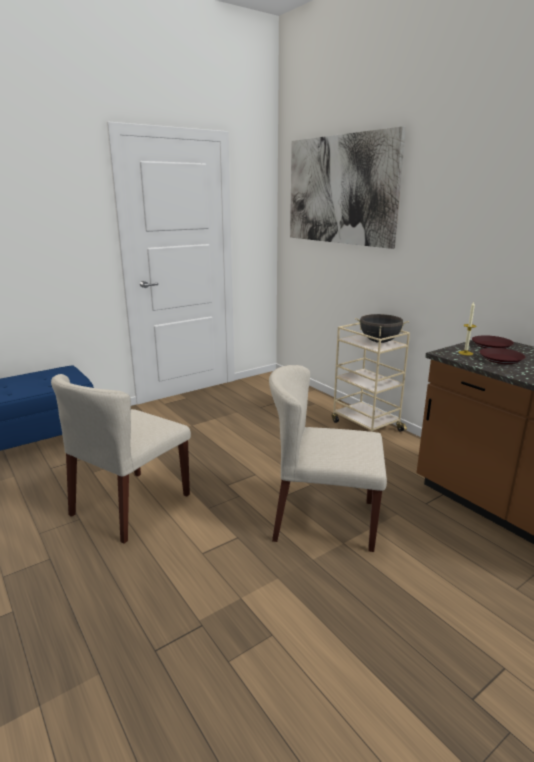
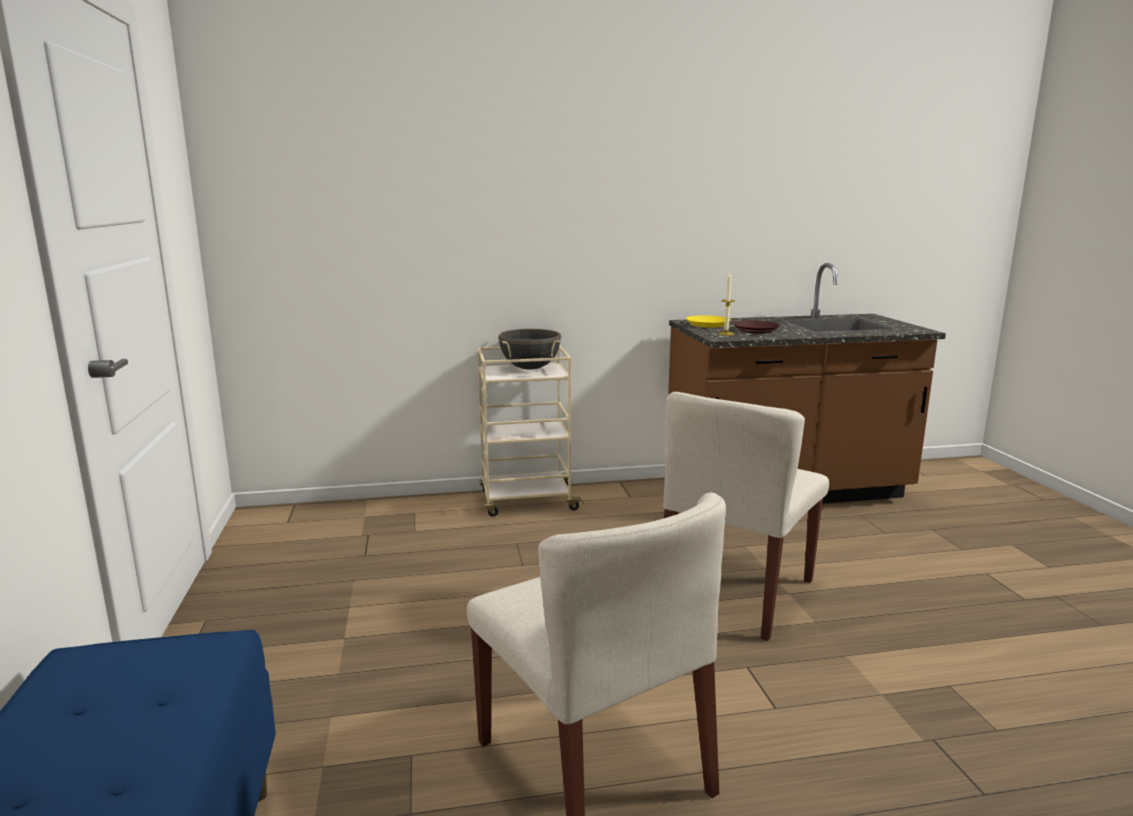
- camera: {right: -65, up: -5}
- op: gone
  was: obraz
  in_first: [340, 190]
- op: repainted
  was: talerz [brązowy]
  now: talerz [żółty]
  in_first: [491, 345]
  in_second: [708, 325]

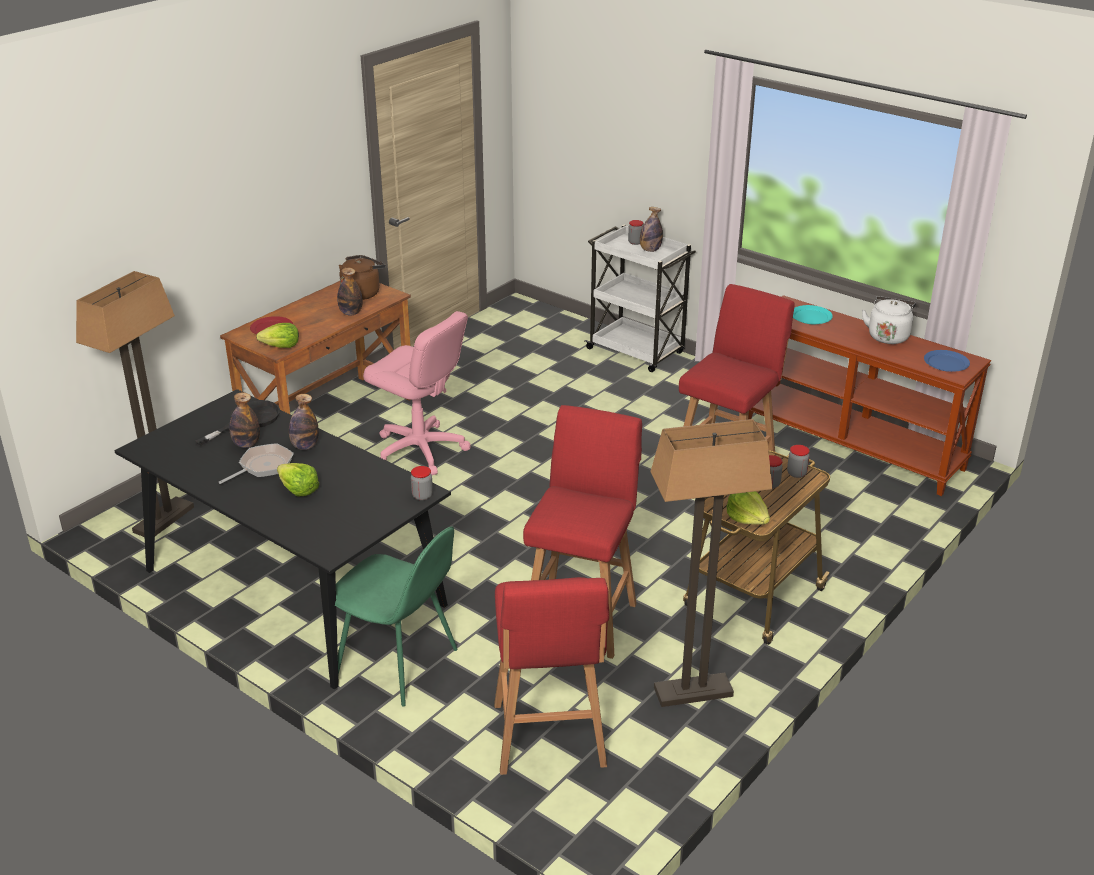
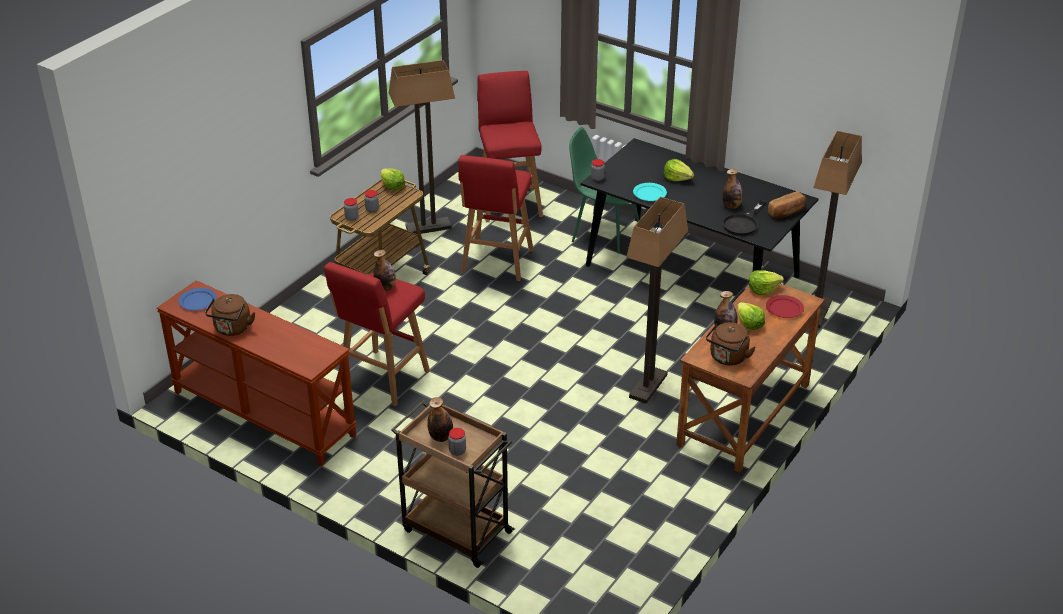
- camera: {right: 175, up: 5}
- op: gone
  was: patelnia
  in_first: [263, 466]
- op: shifted
  was: butelka
  in_first: [305, 446]
  in_second: [385, 288]
- op: swapped
  was: krzesło biurowe [różowy]
  now: lampa stojąca
  in_first: [419, 450]
  in_second: [648, 386]
- op: repainted
  was: wózek [biały]
  now: wózek [brązowy]
  in_first: [637, 351]
  in_second: [455, 530]
- op: shifted
  was: talerz [turkusowy]
  in_first: [810, 317]
  in_second: [650, 193]
- op: repainted
  was: czajnik [biały]
  now: czajnik [brązowy]
  in_first: [888, 336]
  in_second: [232, 329]
- op: new
  now: sałata
  in_second: [749, 324]
- op: new
  now: chleb
  in_second: [787, 212]

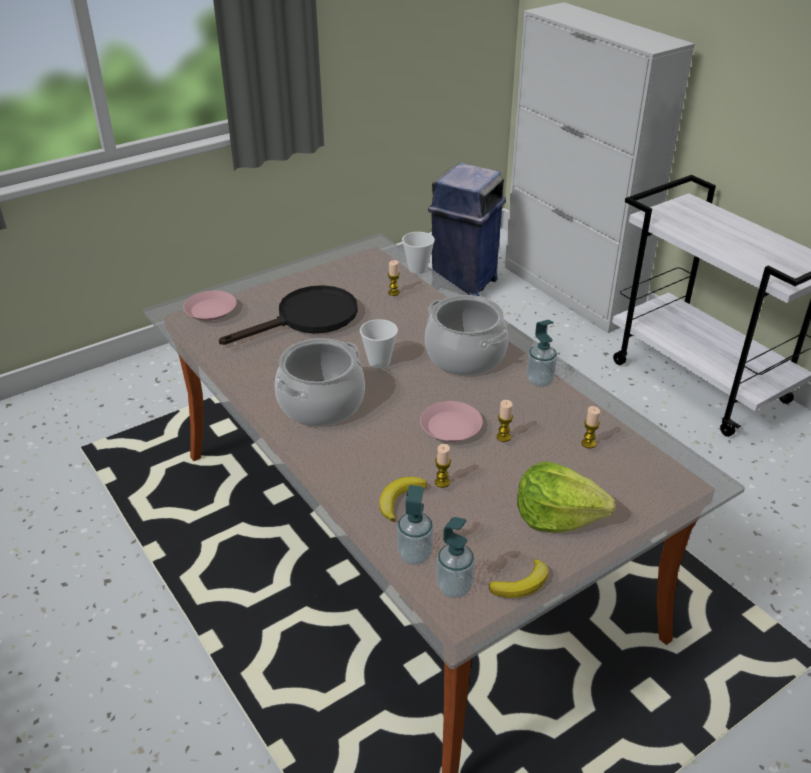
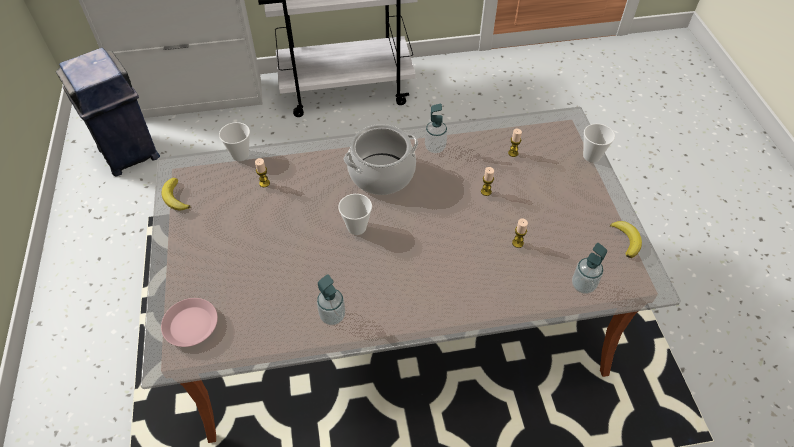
- camera: {right: -65, up: 15}
- op: gone
  was: patelnia [czarny]
  in_first: [307, 319]
- op: gone
  was: garnek
  in_first: [321, 404]
- op: shifted
  was: banan
  in_first: [399, 499]
  in_second: [175, 197]
- op: gone
  was: talerz [różowy]
  in_first: [450, 426]
- op: shifted
  was: dozownik mydła
  in_first: [454, 587]
  in_second: [332, 316]
- op: gone
  was: sałata
  in_first: [557, 516]
- op: new
  now: filiżanka
  in_second: [591, 156]

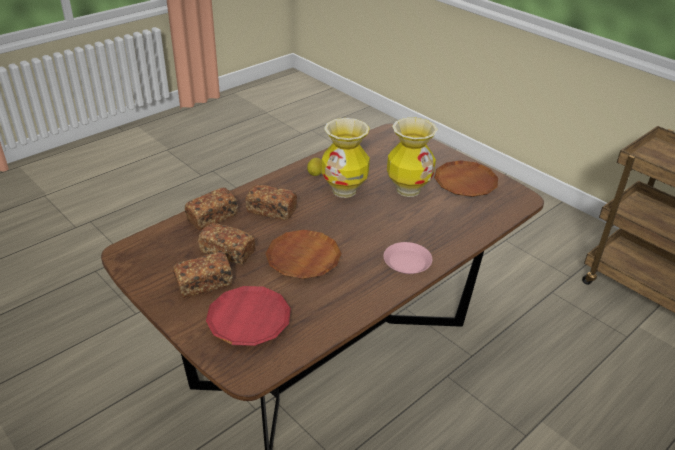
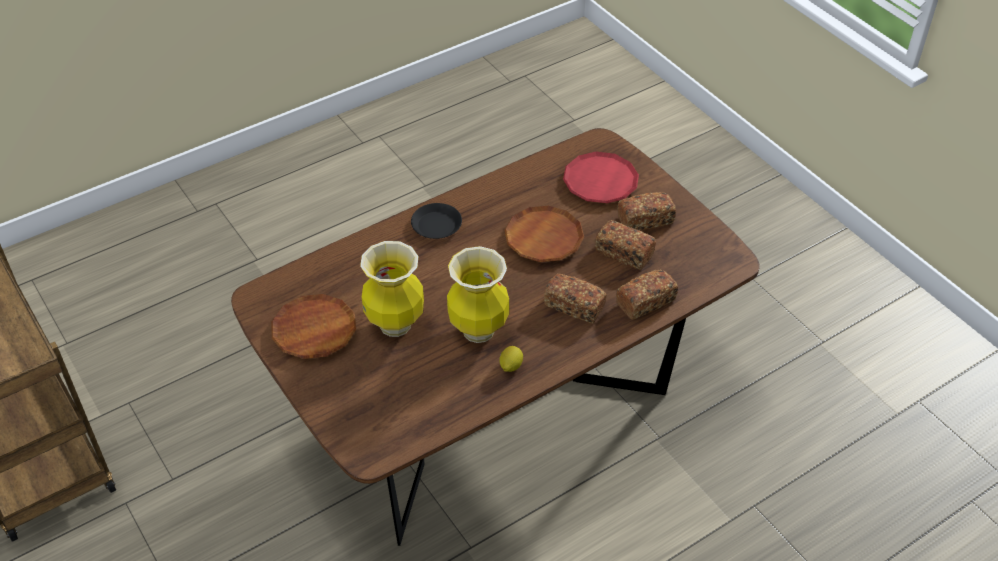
- camera: {right: -170, up: 10}
- op: repainted
  was: talerz [różowy]
  now: talerz [czarny]
  in_first: [407, 262]
  in_second: [437, 225]

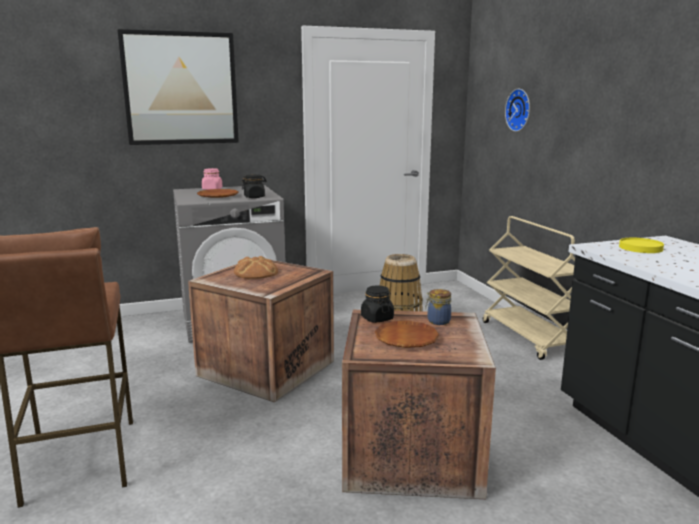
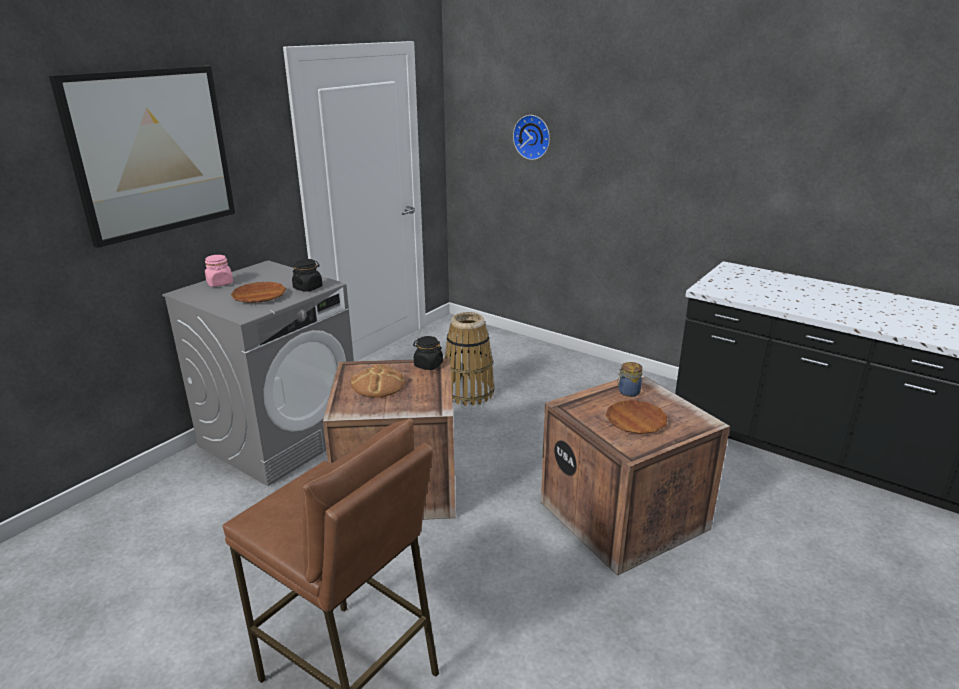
- camera: {right: -35, up: 10}
- op: shifted
  was: słoik [czarny]
  in_first: [377, 318]
  in_second: [428, 365]
- op: gone
  was: wózek [beżowy]
  in_first: [529, 337]
- op: gone
  was: talerz [żółty]
  in_first: [640, 248]

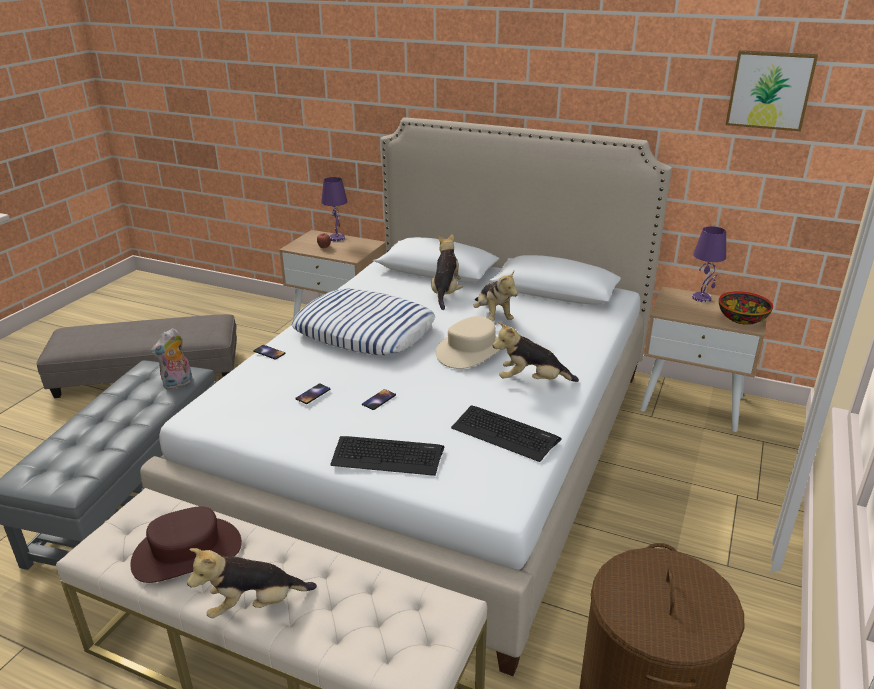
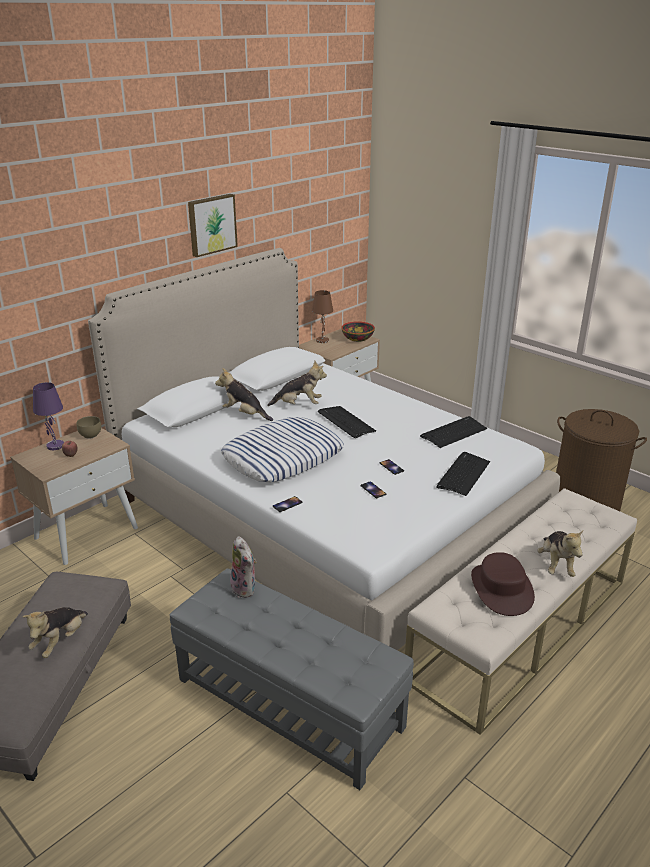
- camera: {right: -70, up: 0}
- op: swapped
  was: kapelusz [beżowy]
  now: klawiatura
  in_first: [471, 351]
  in_second: [346, 422]
- op: shifted
  was: pluszak
  in_first: [531, 381]
  in_second: [60, 641]
- op: repainted
  was: lampa stołowa [fioletowy]
  now: lampa stołowa [brązowy]
  in_first: [702, 298]
  in_second: [322, 340]
- op: shifted
  was: obraz
  in_first: [770, 90]
  in_second: [211, 224]
- op: new
  now: miska [brązowy]
  in_second: [91, 435]

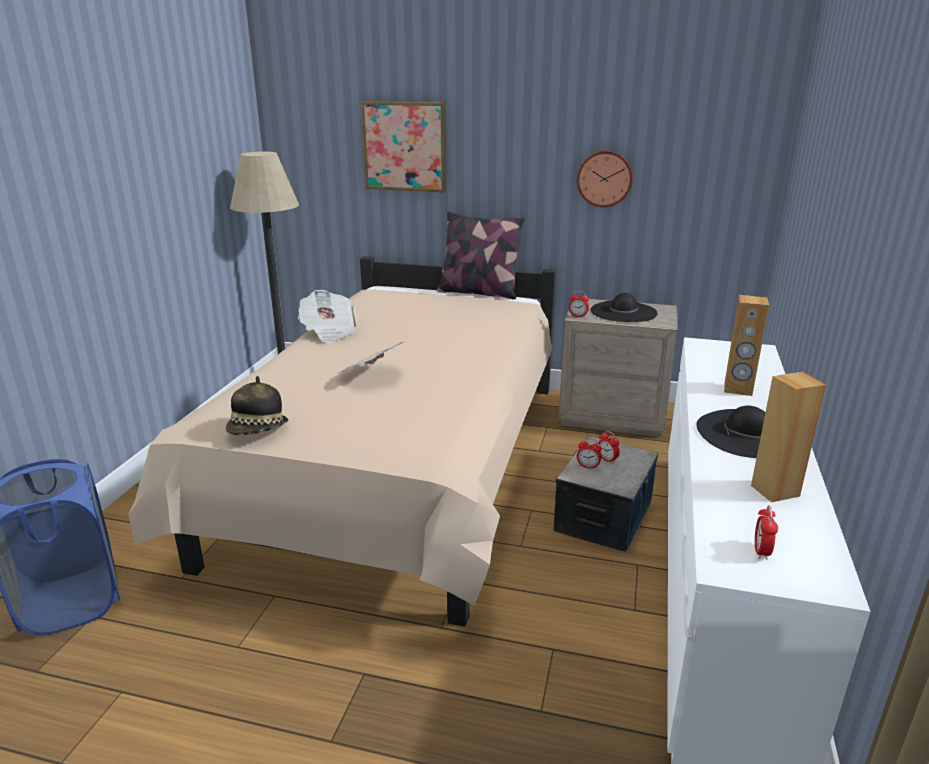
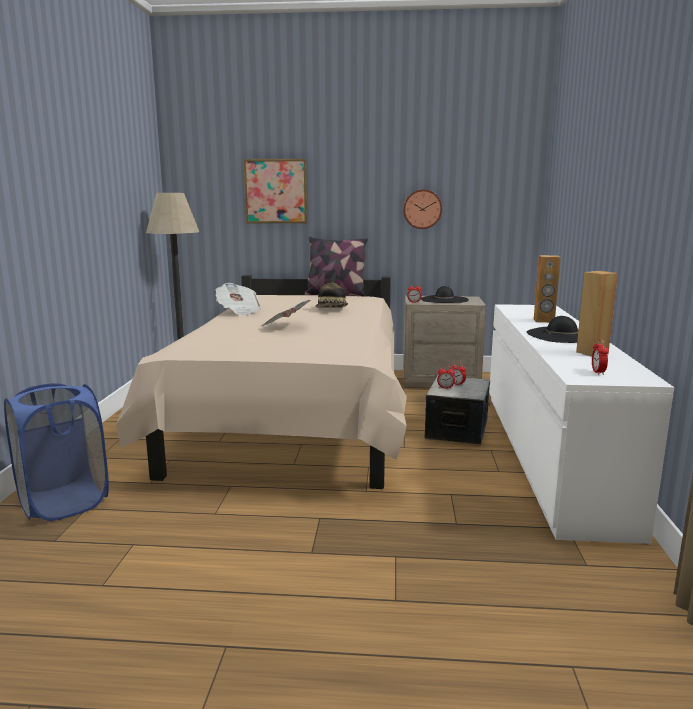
- camera: {right: -10, up: -10}
- op: shifted
  was: kapelusz
  in_first: [258, 431]
  in_second: [332, 310]

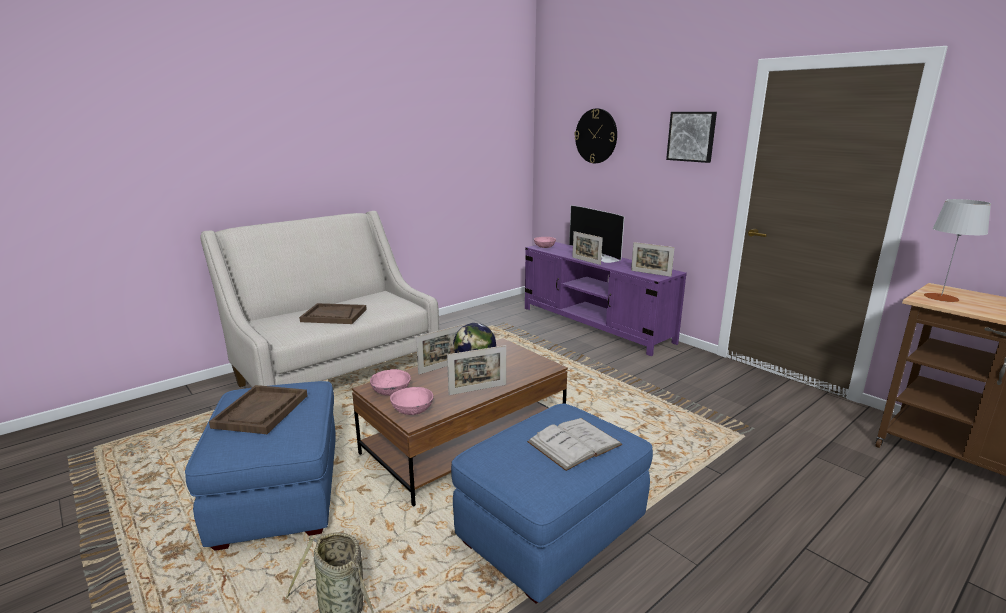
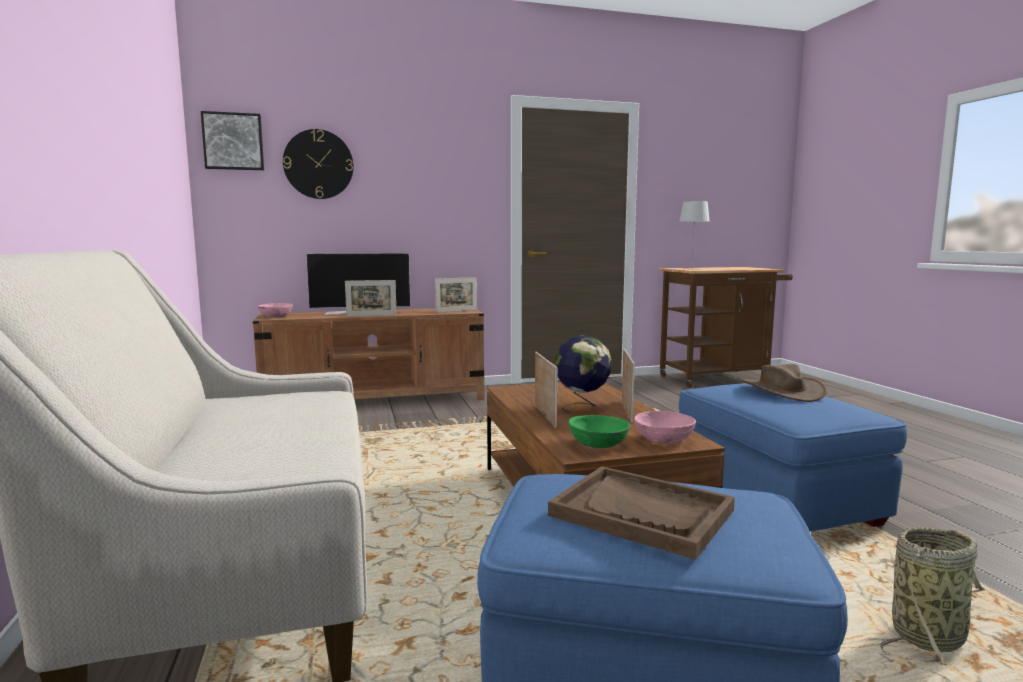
- camera: {right: -65, up: -10}
- op: gone
  was: taca [brązowy]
  in_first: [334, 315]
- op: repainted
  was: miska [różowy]
  now: miska [zielony]
  in_first: [390, 391]
  in_second: [598, 444]
- op: repainted
  was: szafka pod telewizor [fioletowy]
  now: szafka pod telewizor [brązowy]
  in_first: [595, 325]
  in_second: [376, 400]
- op: swapped
  was: książka [biały]
  now: kapelusz [brązowy]
  in_first: [574, 443]
  in_second: [781, 390]
- op: shifted
  was: obraz
  in_first: [692, 136]
  in_second: [233, 141]

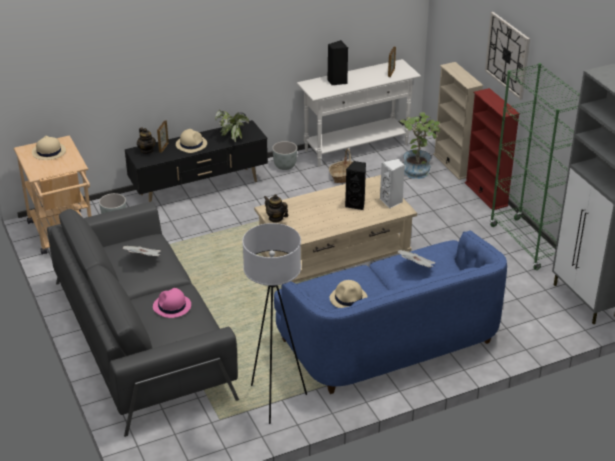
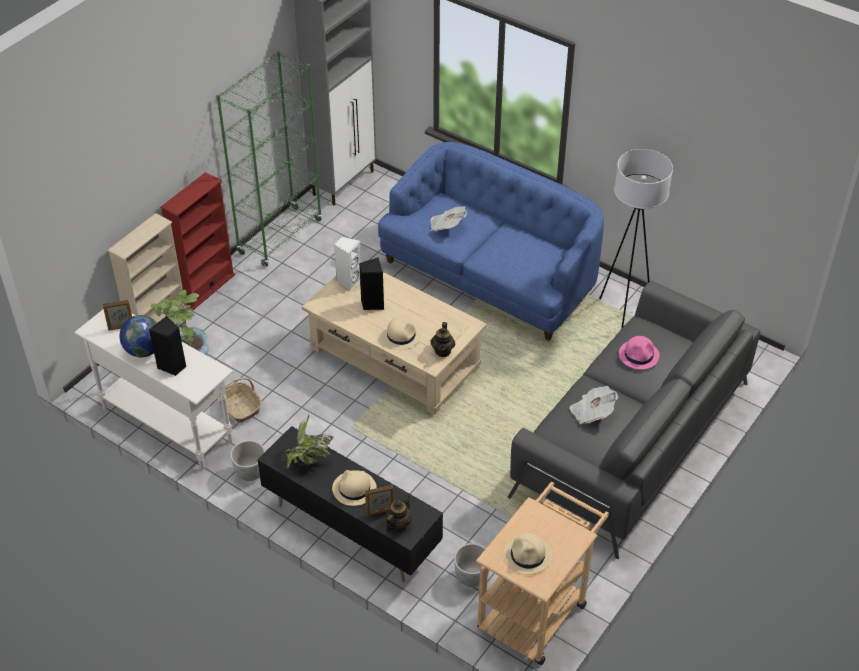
- camera: {right: -120, up: 10}
- op: shifted
  was: kapelusz [beżowy]
  in_first: [348, 298]
  in_second: [401, 335]
- op: gone
  was: zegar ścienny
  in_first: [507, 55]
- op: new
  now: globus
  in_second: [144, 350]

